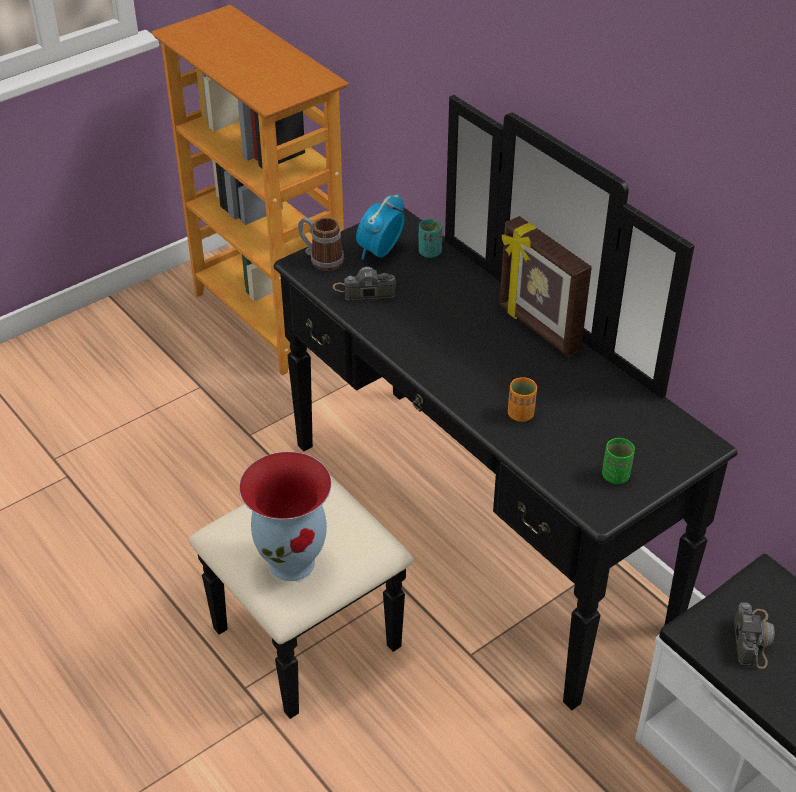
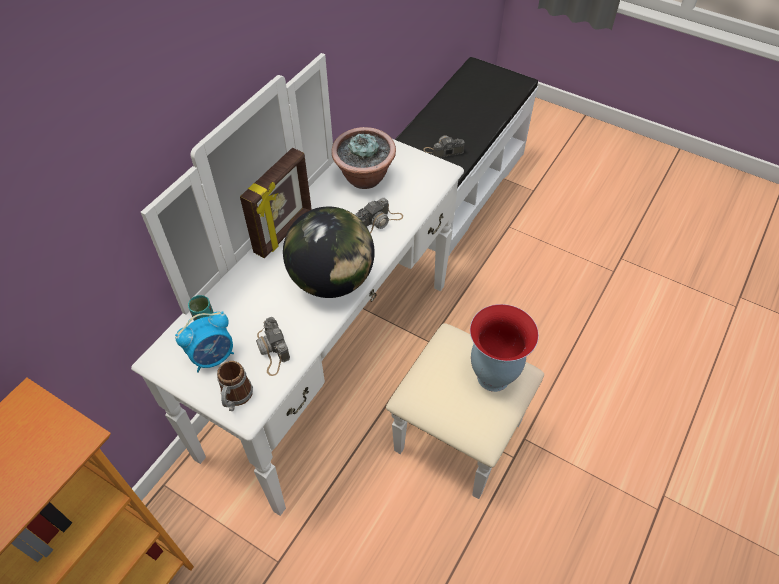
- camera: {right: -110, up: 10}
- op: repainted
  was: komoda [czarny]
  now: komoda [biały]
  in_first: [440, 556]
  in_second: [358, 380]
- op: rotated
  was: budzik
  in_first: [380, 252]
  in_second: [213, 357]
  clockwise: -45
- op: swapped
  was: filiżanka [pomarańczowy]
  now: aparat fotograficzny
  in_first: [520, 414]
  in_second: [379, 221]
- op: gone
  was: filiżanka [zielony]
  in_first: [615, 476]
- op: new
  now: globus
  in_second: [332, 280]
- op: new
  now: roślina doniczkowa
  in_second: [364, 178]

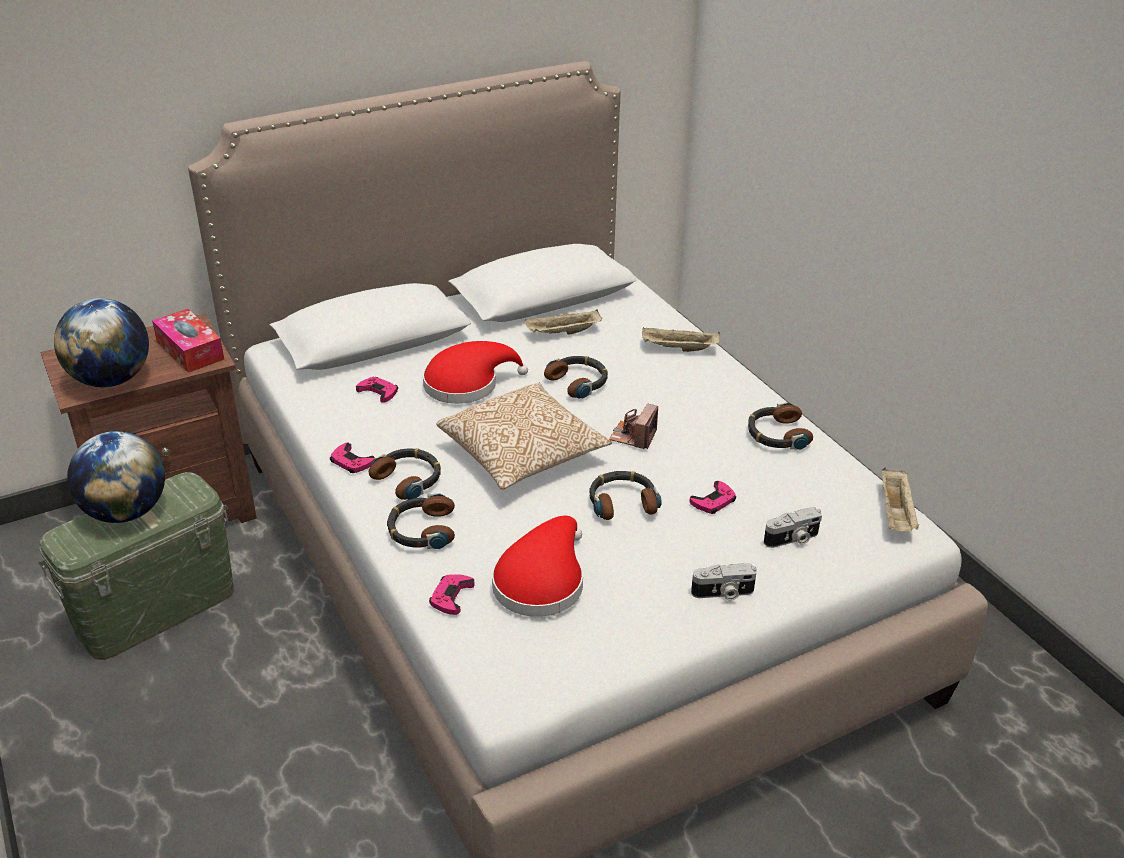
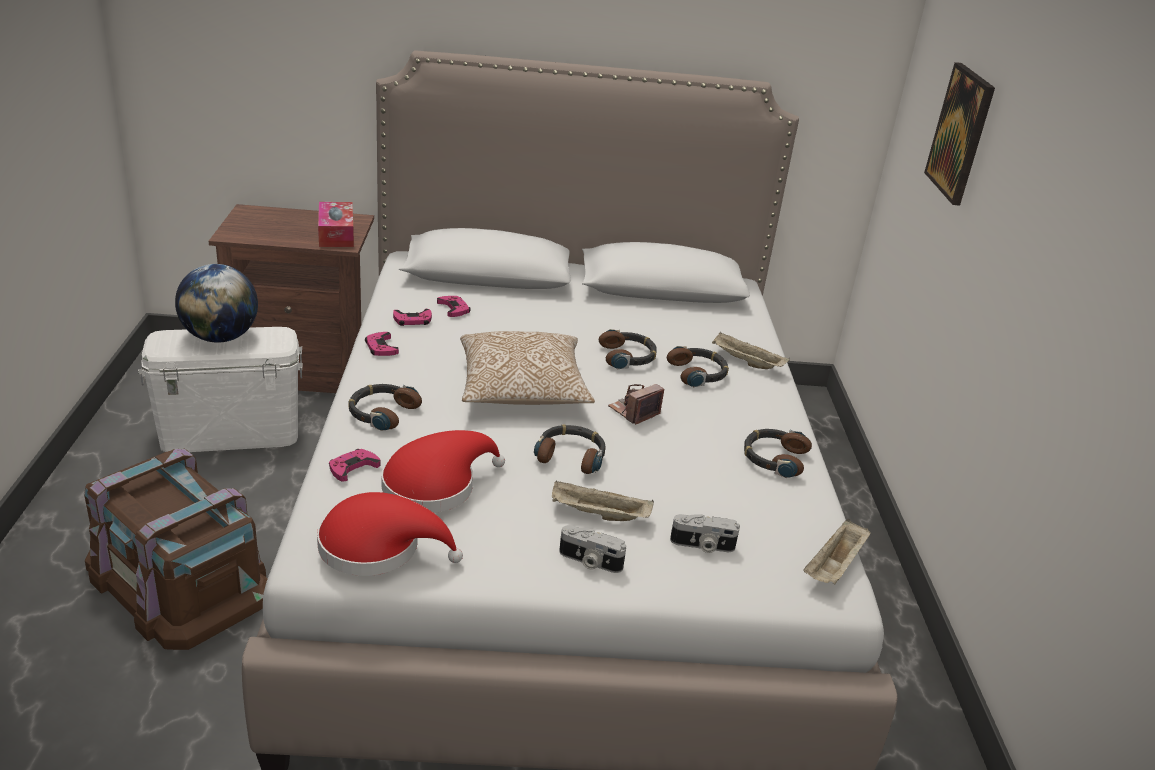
- camera: {right: 25, up: -5}
- op: repainted
  was: pojemnik do przechowywania [zielony]
  now: pojemnik do przechowywania [biały]
  in_first: [155, 609]
  in_second: [231, 433]
- op: gone
  was: globus
  in_first: [111, 380]
- op: shifted
  was: słuchawki
  in_first: [409, 479]
  in_second: [698, 373]
- op: shifted
  was: kapelusz [czerwony]
  in_first: [467, 384]
  in_second: [378, 547]
- op: shifted
  was: taca [beżowy]
  in_first: [562, 333]
  in_second: [598, 515]
- op: shifted
  was: pad do gier [różowy]
  in_first: [713, 501]
  in_second: [412, 320]
- op: new
  now: pojemnik do przechowywania [brązowy]
  in_second: [180, 579]
- op: new
  now: obraz
  in_second: [960, 133]

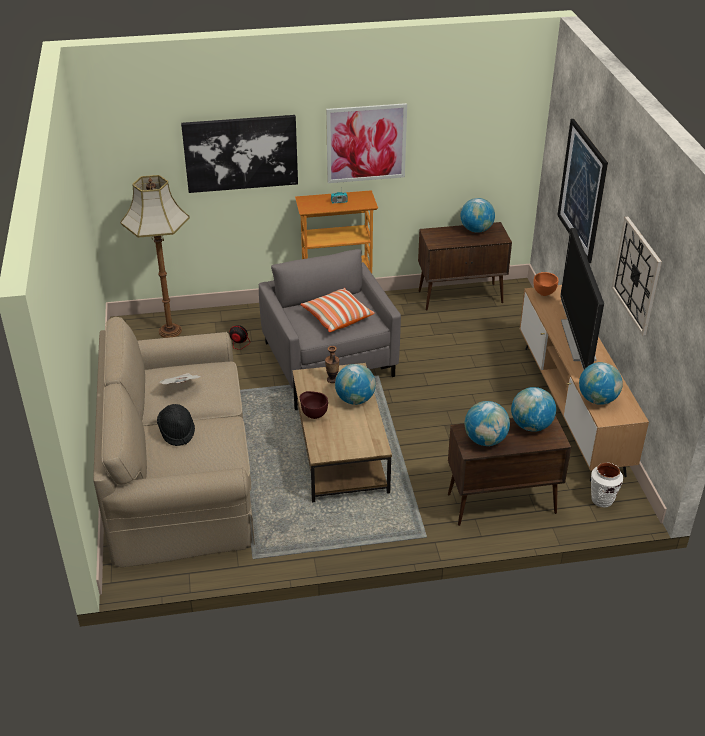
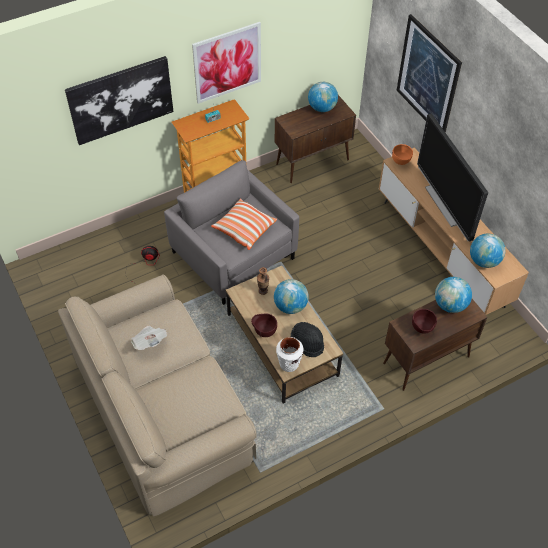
- camera: {right: -20, up: 15}
- op: gone
  was: lampa stojąca
  in_first: [169, 331]
- op: shifted
  was: kapelusz [czarny]
  in_first: [177, 431]
  in_second: [307, 343]
- op: swapped
  was: globus
  now: miska [brązowy]
  in_first: [485, 440]
  in_second: [422, 329]
- op: shifted
  was: wazon [biały]
  in_first: [602, 500]
  in_second: [289, 364]
- op: gone
  was: zegar ścienny
  in_first: [637, 275]

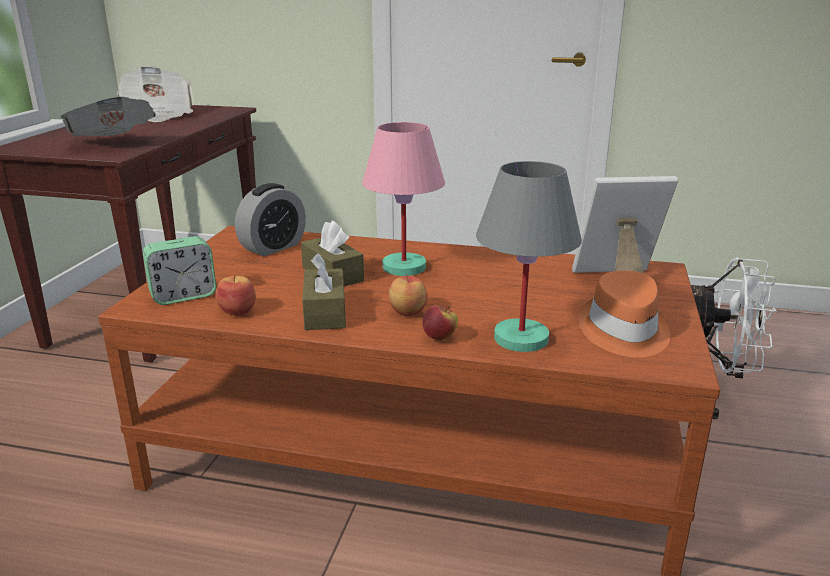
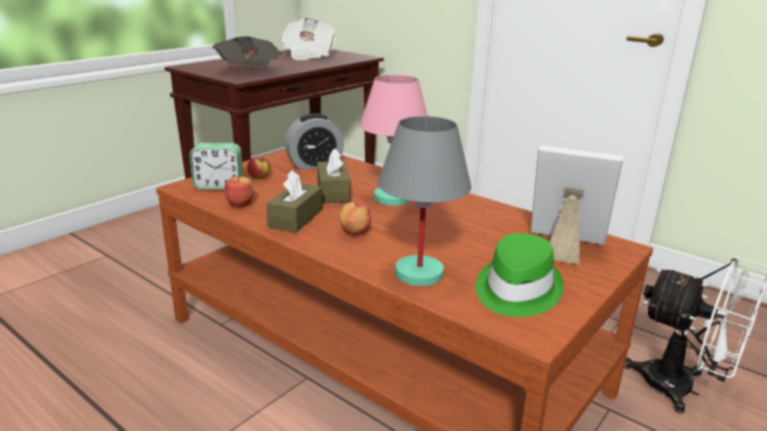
- camera: {right: 25, up: 0}
- op: shifted
  was: jabłko
  in_first: [439, 337]
  in_second: [259, 177]
- op: repainted
  was: kapelusz [pomarańczowy]
  now: kapelusz [zielony]
  in_first: [623, 331]
  in_second: [516, 290]

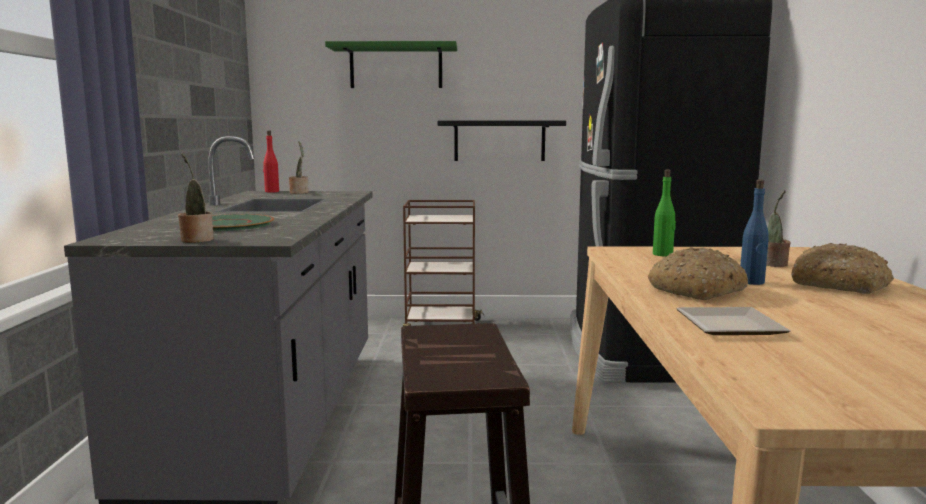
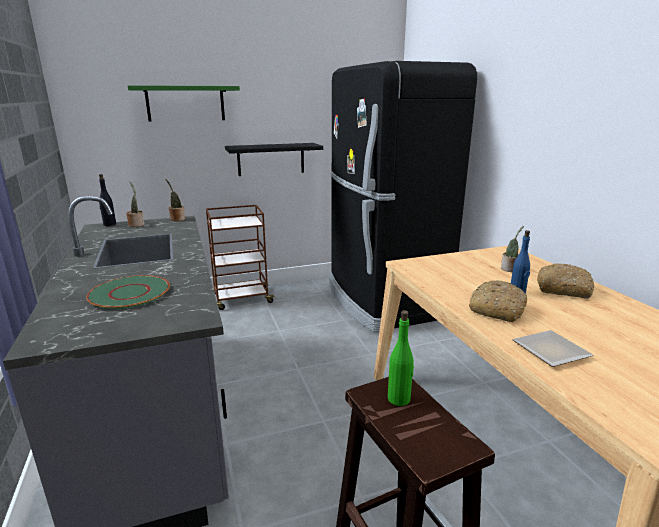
- camera: {right: -20, up: 10}
- op: shifted
  was: roślina doniczkowa
  in_first: [196, 239]
  in_second: [177, 219]
- op: repainted
  was: butelka [czerwony]
  now: butelka [czarny]
  in_first: [271, 191]
  in_second: [109, 224]
- op: shifted
  was: butelka [zielony]
  in_first: [663, 254]
  in_second: [399, 399]

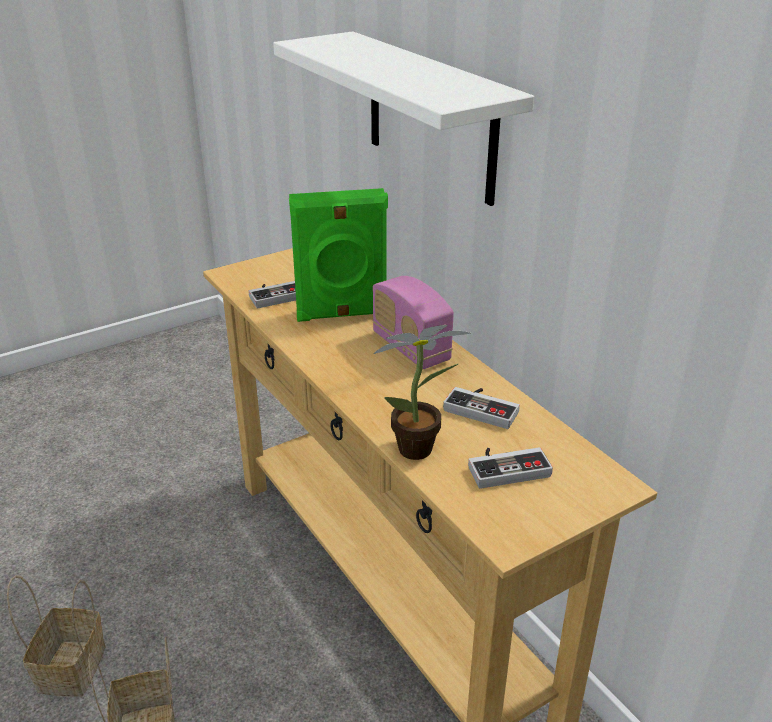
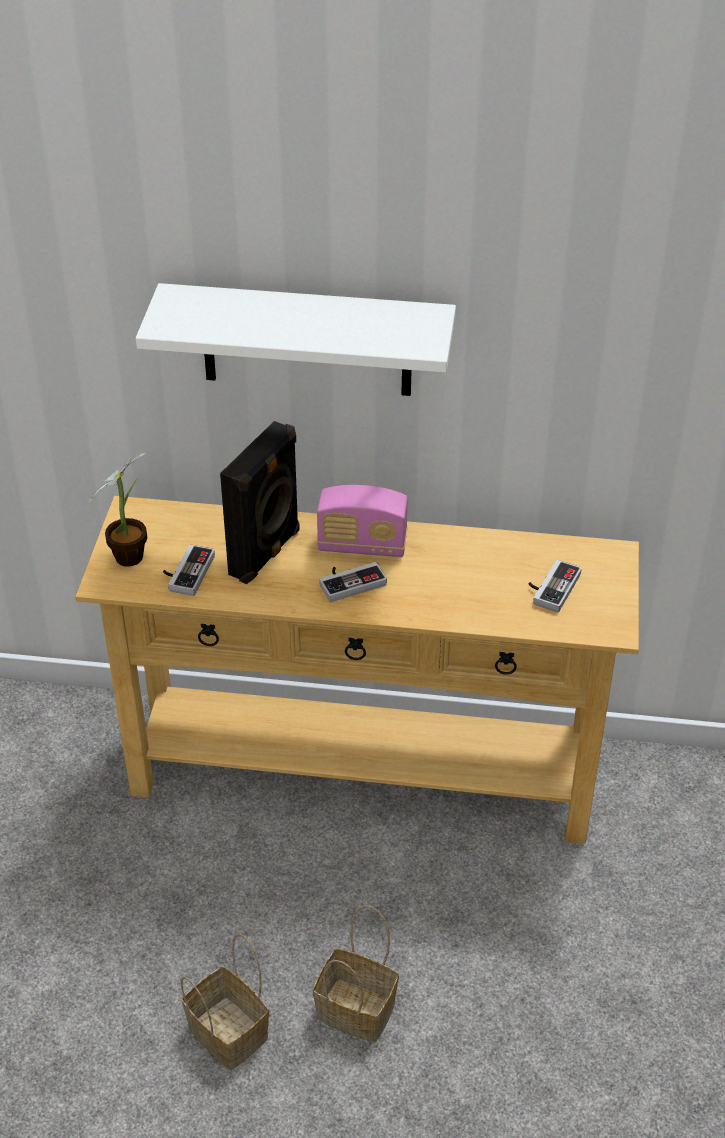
- camera: {right: -50, up: 10}
- op: repainted
  was: głośnik [zielony]
  now: głośnik [czarny]
  in_first: [342, 314]
  in_second: [266, 553]
- op: shifted
  was: roślina doniczkowa
  in_first: [421, 449]
  in_second: [133, 554]
- op: shifted
  was: pad do gier
  in_first: [483, 408]
  in_second: [350, 581]

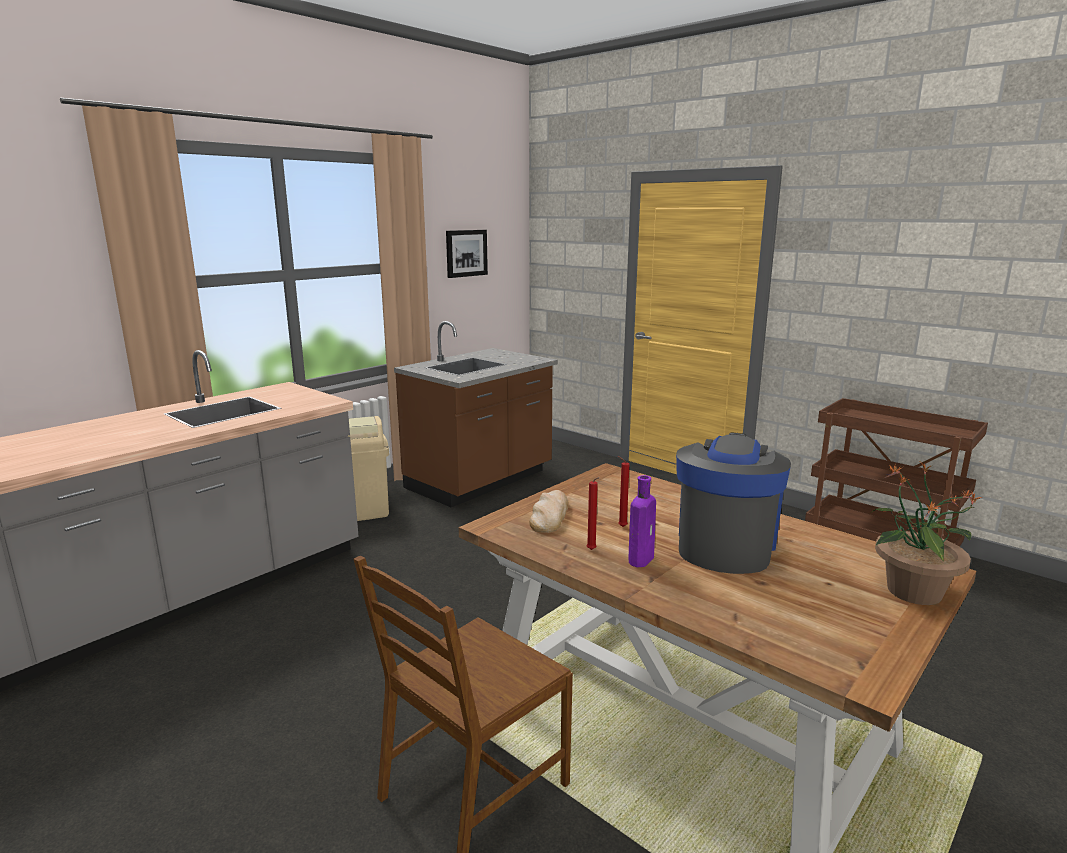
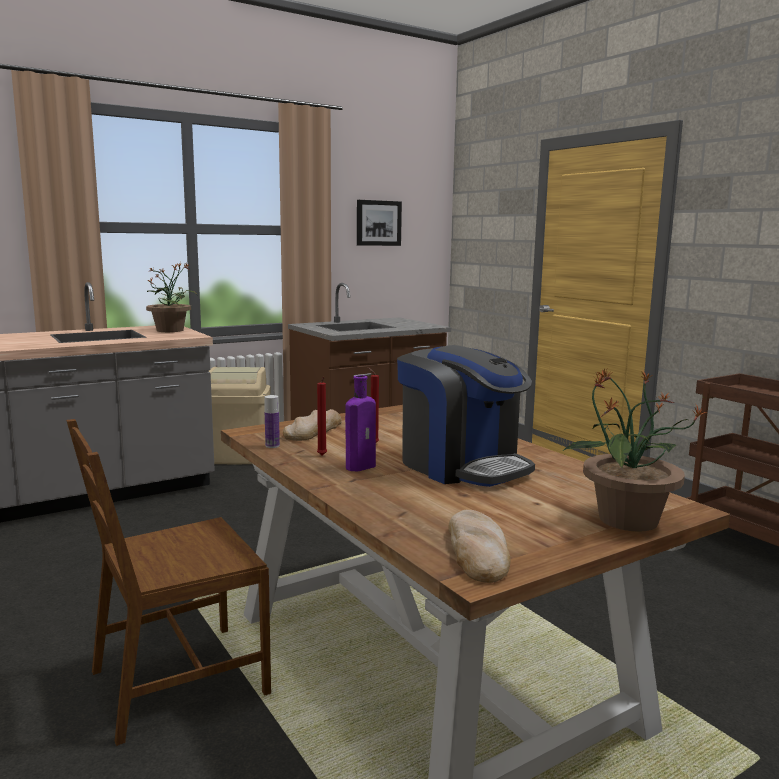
- camera: {right: 15, up: -5}
- op: rotated
  was: ekspres do kawy
  in_first: [725, 544]
  in_second: [462, 465]
  clockwise: 105
- op: new
  now: roślina doniczkowa
  in_second: [170, 330]
- op: new
  now: butelka
  in_second: [272, 446]
- op: new
  now: chleb
  in_second: [478, 552]

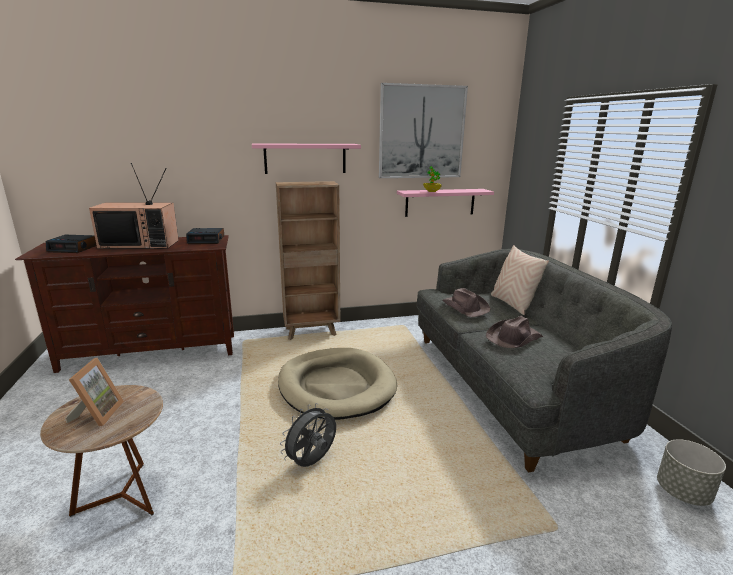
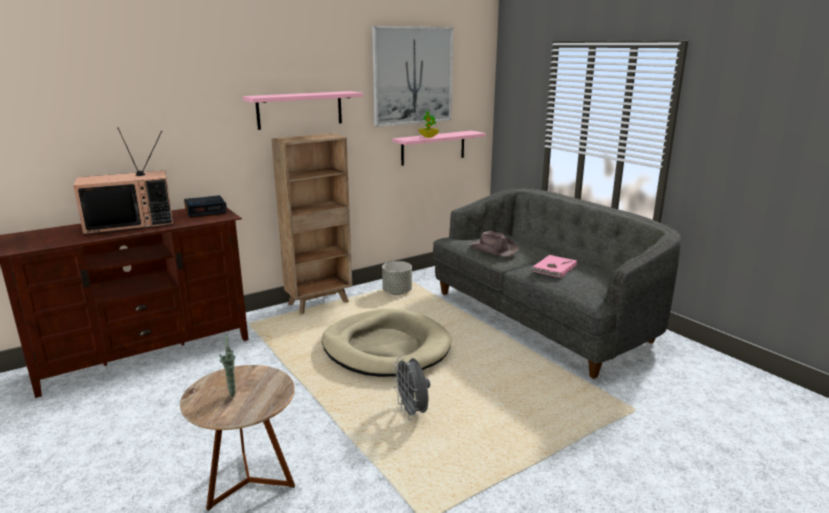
- camera: {right: -20, up: 0}
- op: gone
  was: budzik
  in_first: [74, 248]
- op: swapped
  was: ramka na zdjęcie
  now: wazon [zielony]
  in_first: [97, 414]
  in_second: [232, 394]
- op: rotated
  was: wentylator [szary]
  in_first: [312, 462]
  in_second: [412, 412]
  clockwise: -45
- op: swapped
  was: kapelusz [brązowy]
  now: książka [różowy]
  in_first: [513, 338]
  in_second: [553, 268]
- op: gone
  was: poduszka [beżowy]
  in_first: [512, 304]
- op: shifted
  was: donica [szary]
  in_first: [683, 492]
  in_second: [397, 292]

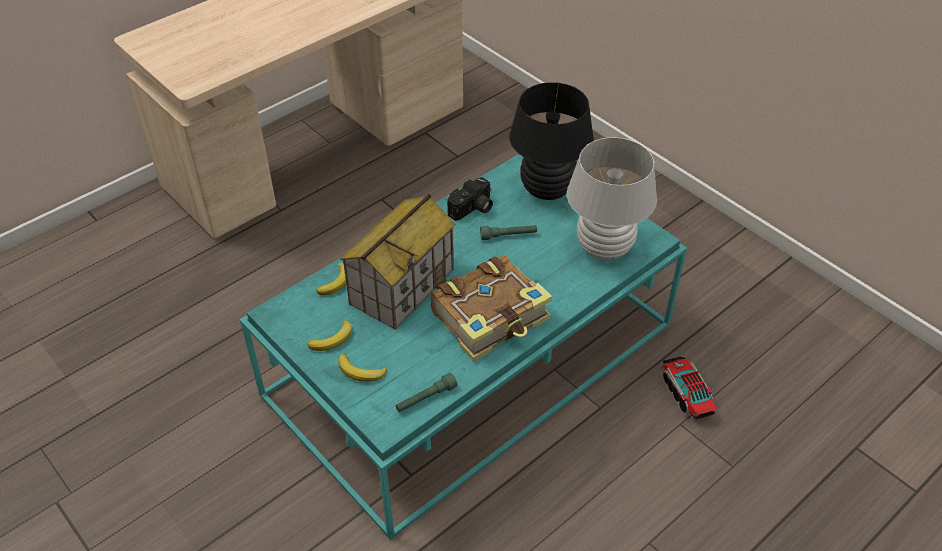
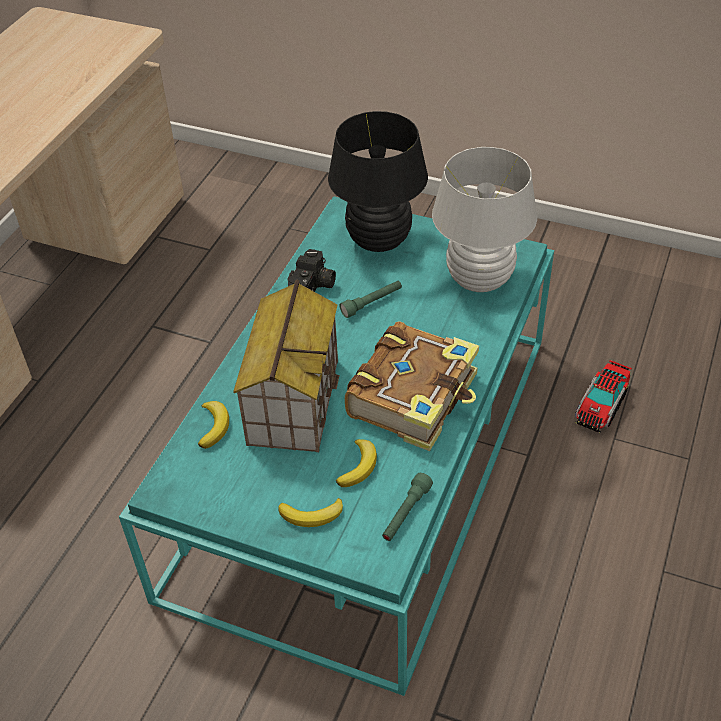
- camera: {right: -25, up: 0}
- op: shifted
  was: banan
  in_first: [333, 339]
  in_second: [359, 466]
- op: rotated
  was: ciężarówka zabawkowa
  in_first: [687, 394]
  in_second: [601, 406]
  clockwise: -105

